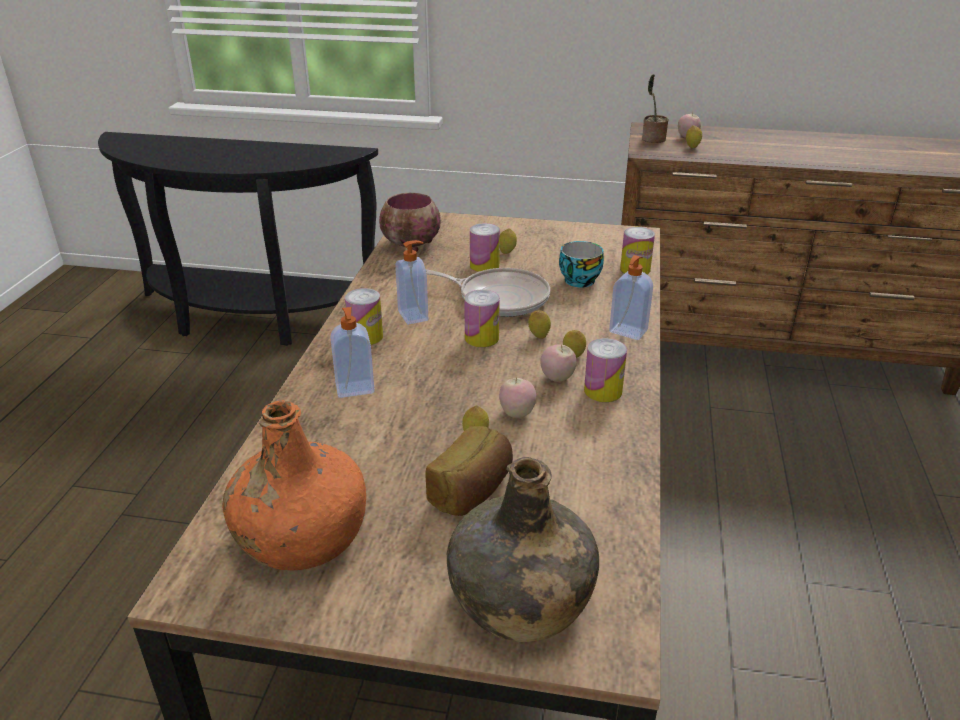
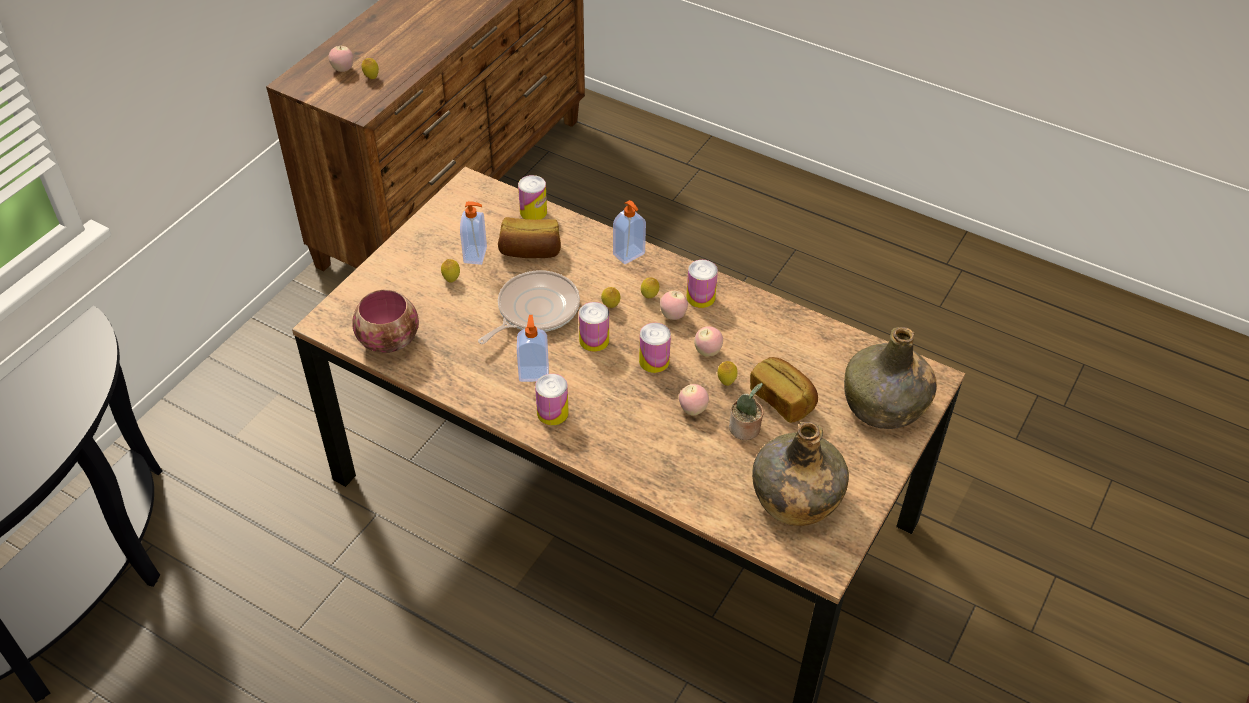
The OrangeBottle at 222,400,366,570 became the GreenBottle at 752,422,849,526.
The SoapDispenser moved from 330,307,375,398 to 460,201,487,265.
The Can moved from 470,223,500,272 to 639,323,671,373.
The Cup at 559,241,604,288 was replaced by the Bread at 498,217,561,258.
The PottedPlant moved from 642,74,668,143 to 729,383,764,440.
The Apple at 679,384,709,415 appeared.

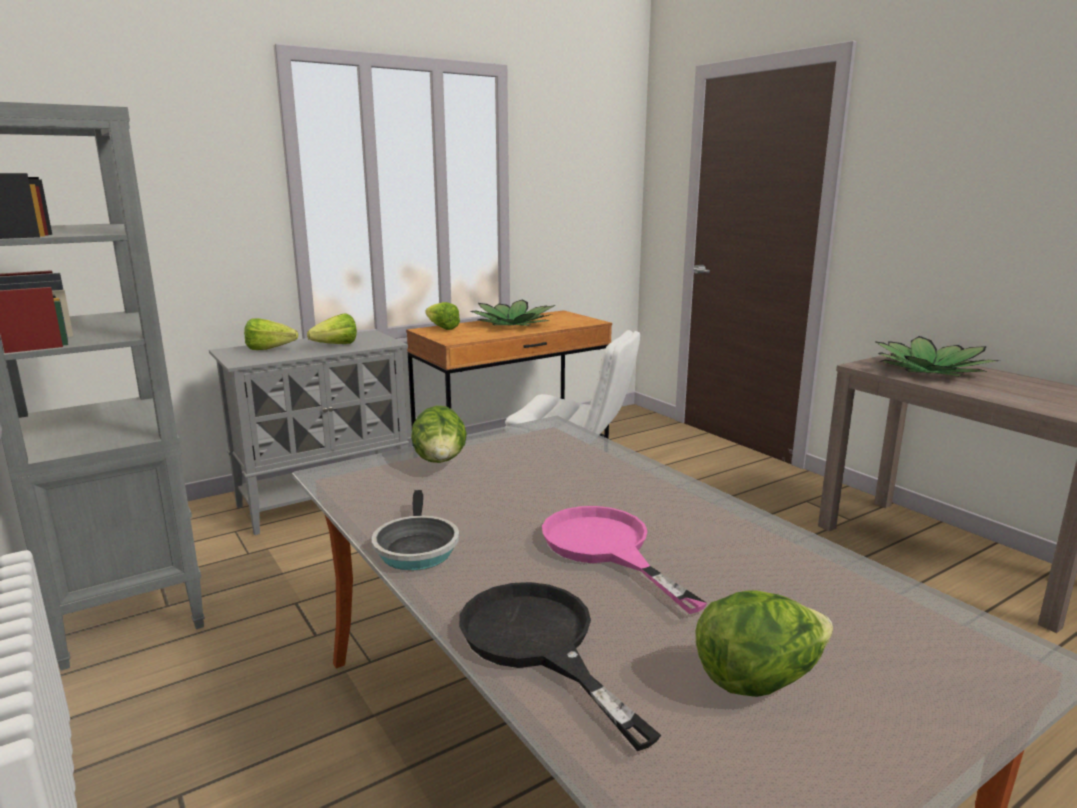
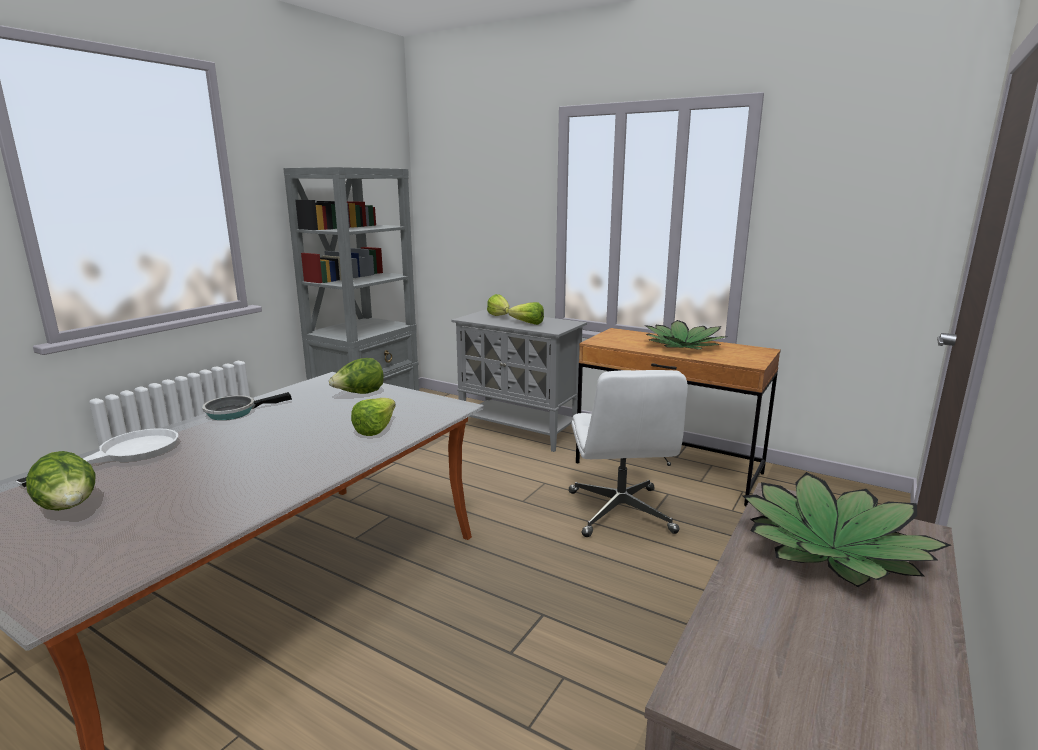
The Lettuce moved from 425,302,460,330 to 351,398,396,436.
The BlackFryingPan at 459,582,661,751 became the WhiteFryingPan at 16,428,178,487.
The PinkFryingPan at 542,506,707,614 disappeared.

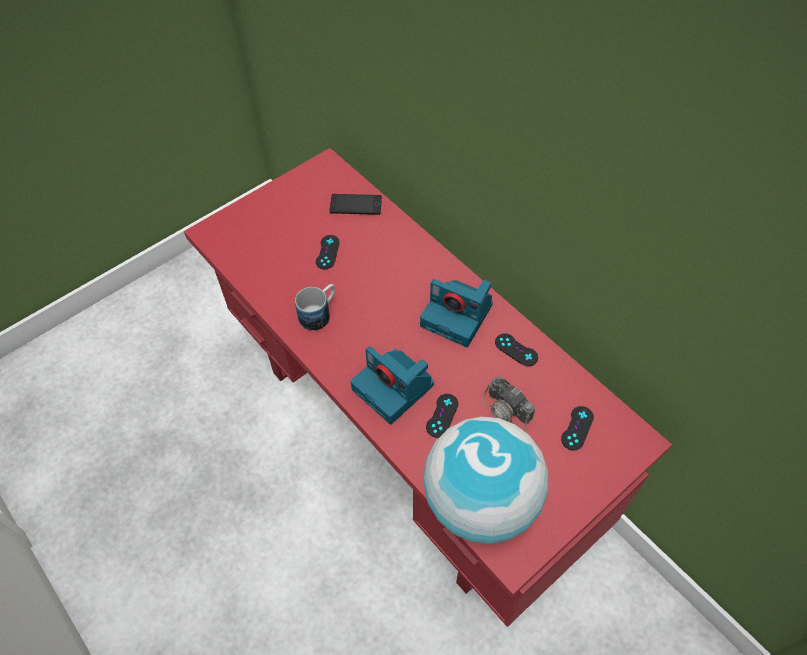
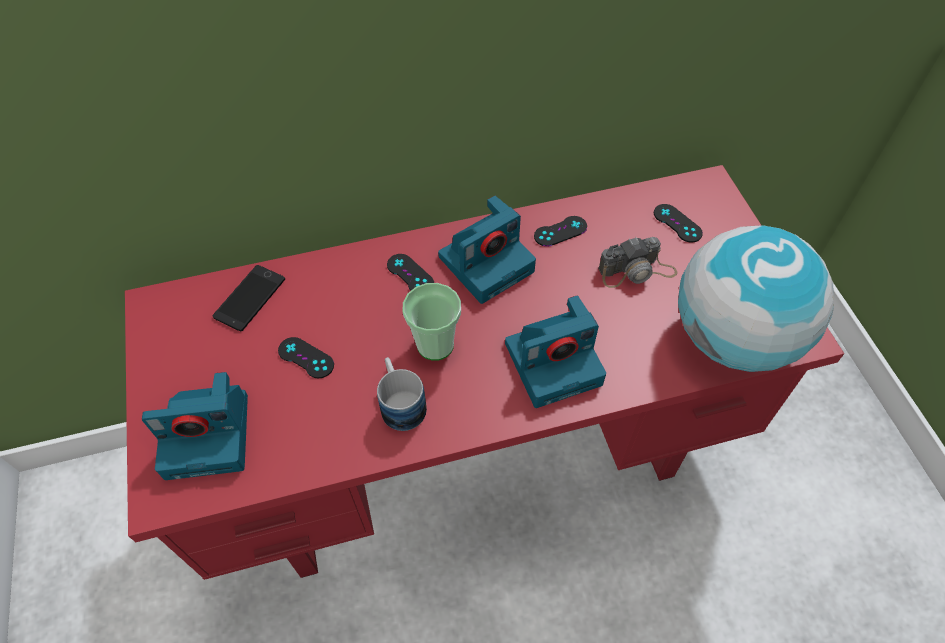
The BlackGameController moved from 426,394,459,438 to 387,254,434,291.
The PhotoCamera at 142,372,248,480 appeared.
The Cup at 402,283,461,361 appeared.

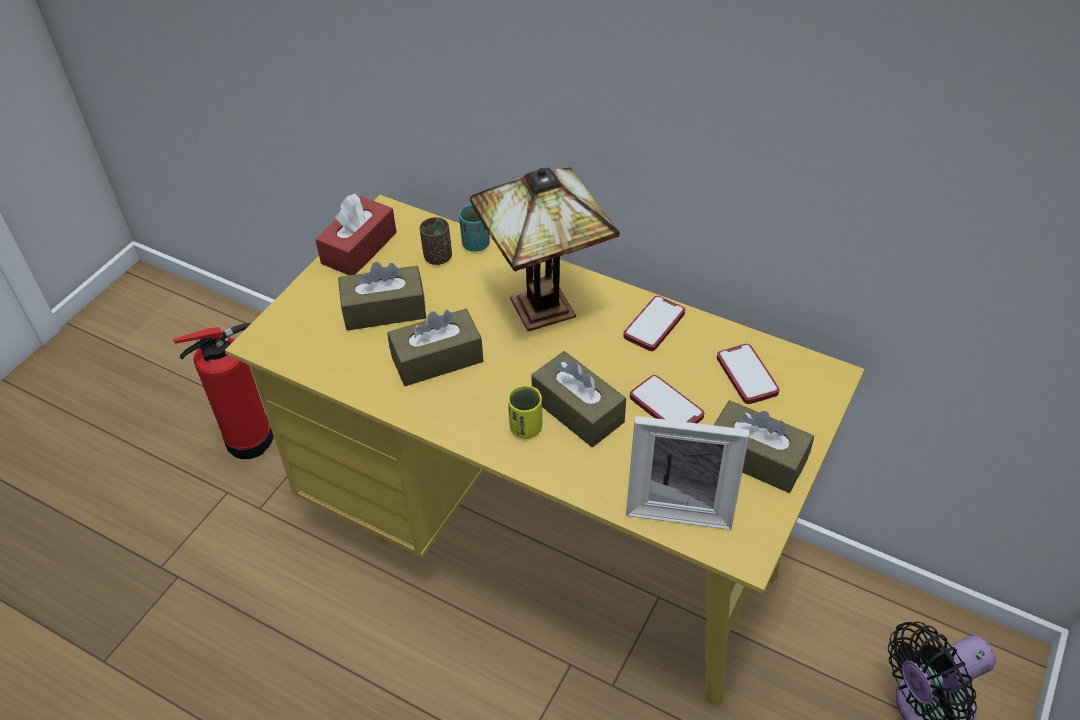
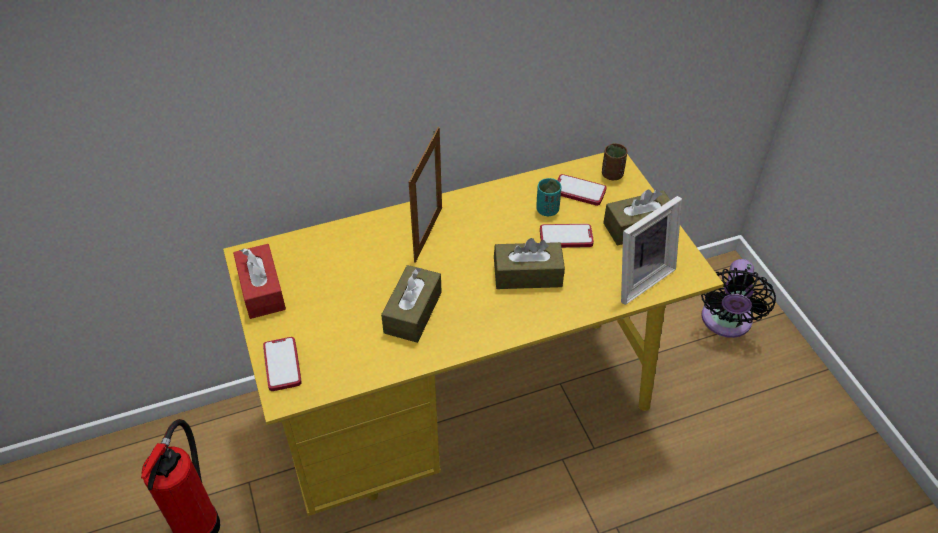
The BrownTissueBox at 338,262,426,331 disappeared.
The BrownCup moved from 420,217,452,265 to 602,143,628,180.
The TurquoiseCup moved from 459,205,490,252 to 536,178,562,216.
The TableLamp at 470,167,620,331 was replaced by the PictureFrame at 409,127,442,263.
The YellowCup at 508,385,542,439 disappeared.
The Phone moved from 623,296,685,351 to 263,337,302,391.

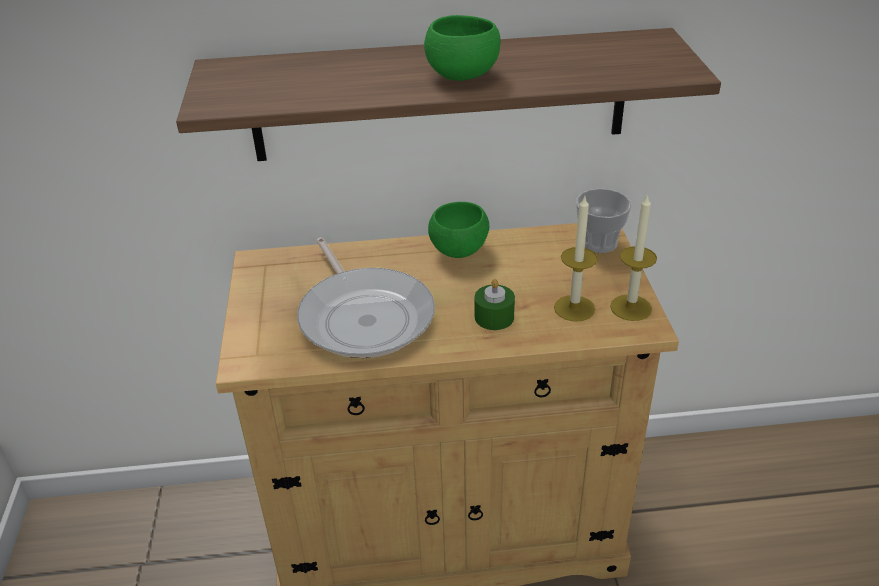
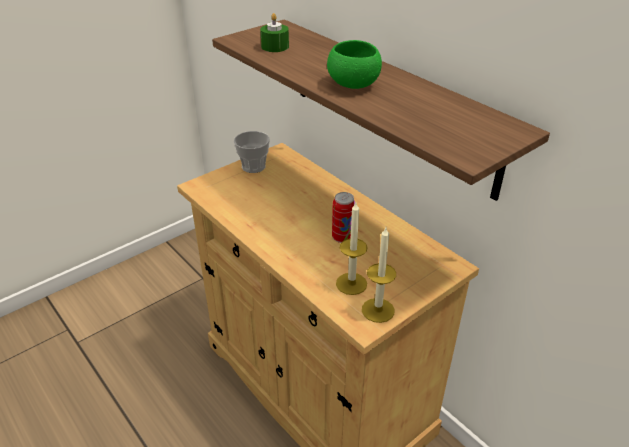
The FryingPan at 297,237,435,358 disappeared.
The GreenBowl at 428,202,489,258 disappeared.
The GreenCandle moved from 475,279,515,330 to 260,13,289,52.
The Cup moved from 576,188,631,253 to 234,131,270,173.
The Can at 332,192,355,243 appeared.

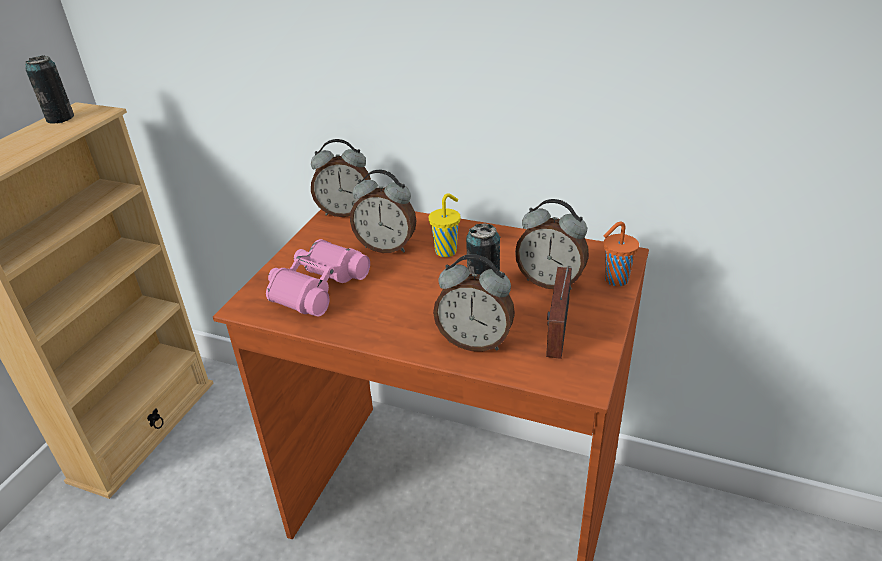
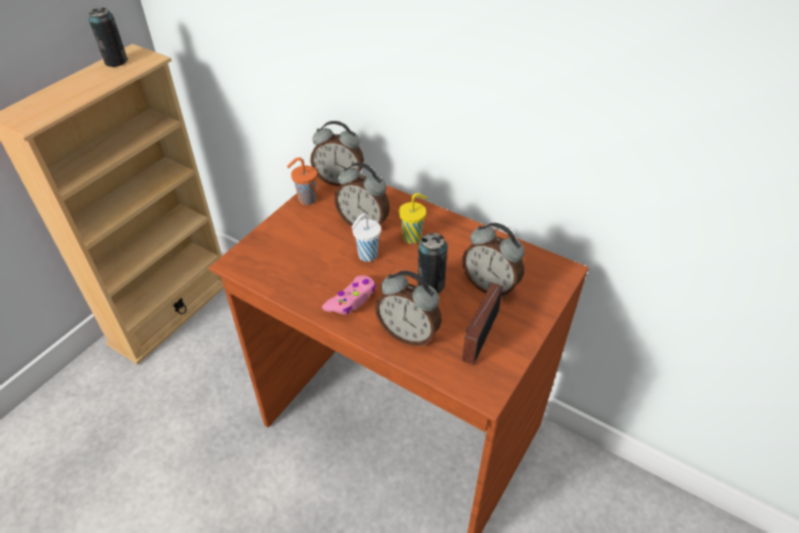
The PinkBinoculars at 266,239,370,317 disappeared.
The OrangeCup moved from 604,222,639,286 to 287,157,317,205.
The PinkGameController at 322,276,376,314 appeared.
The WhiteCup at 351,213,381,262 appeared.

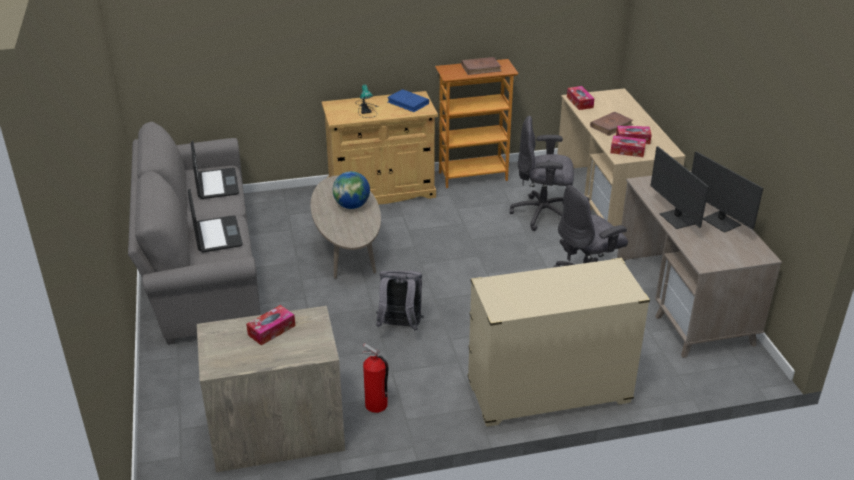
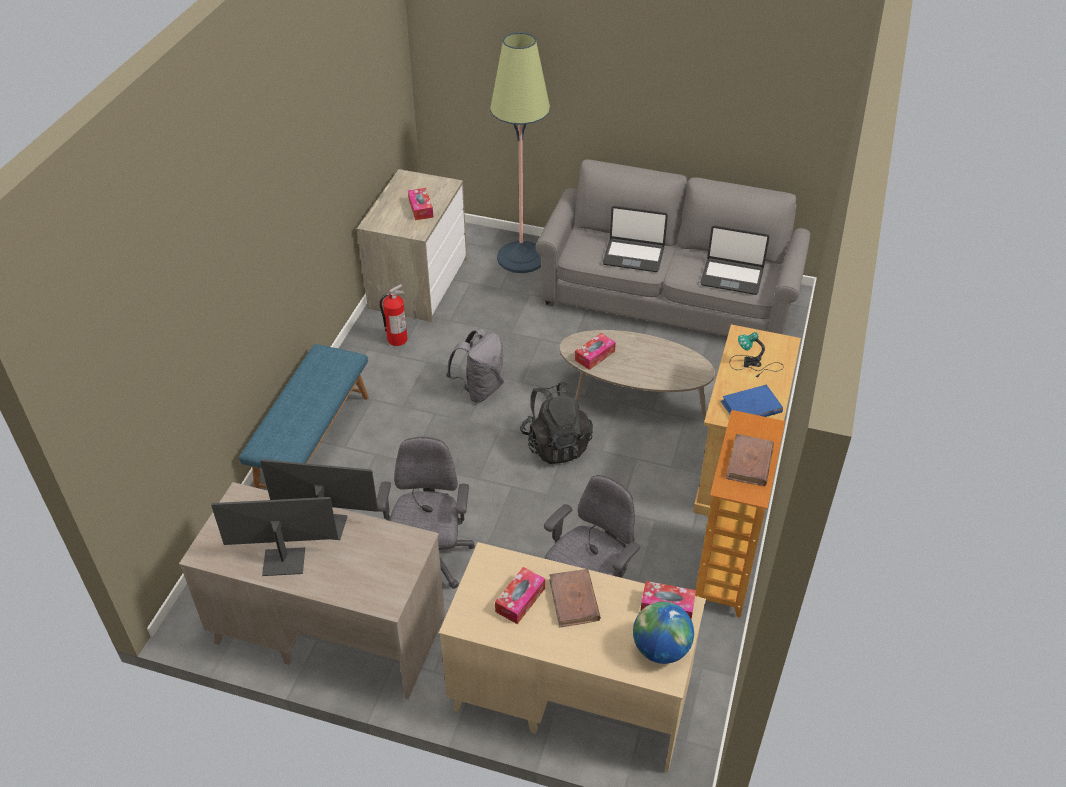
The Globe moved from 333,171,370,209 to 633,601,694,664.
The BeigeDresser at 468,258,650,427 was replaced by the BlueBench at 239,344,369,489.
The TissueBox moved from 610,135,646,157 to 575,333,616,370.
The FloorLamp at 490,32,550,273 appeared.
The BlackBackpack at 520,383,593,464 appeared.

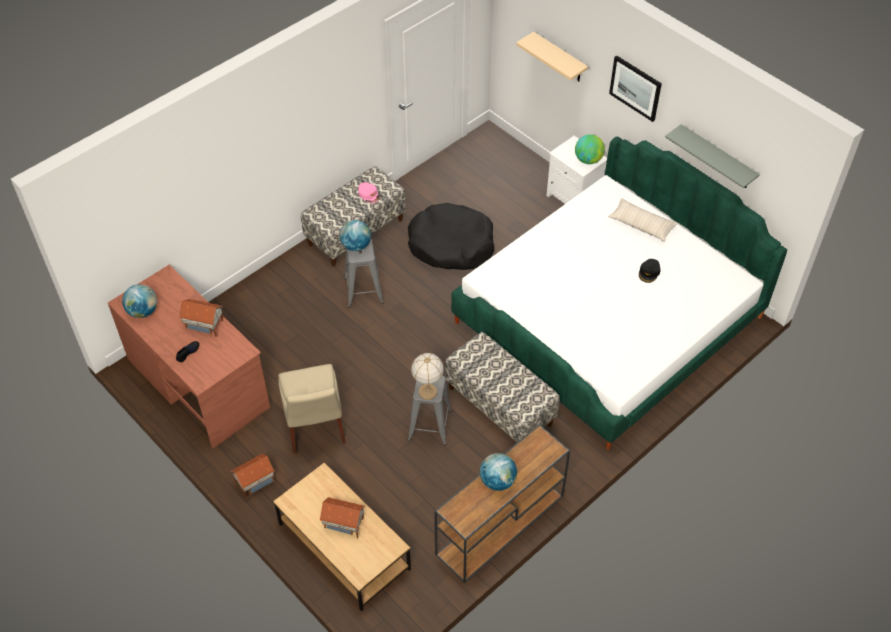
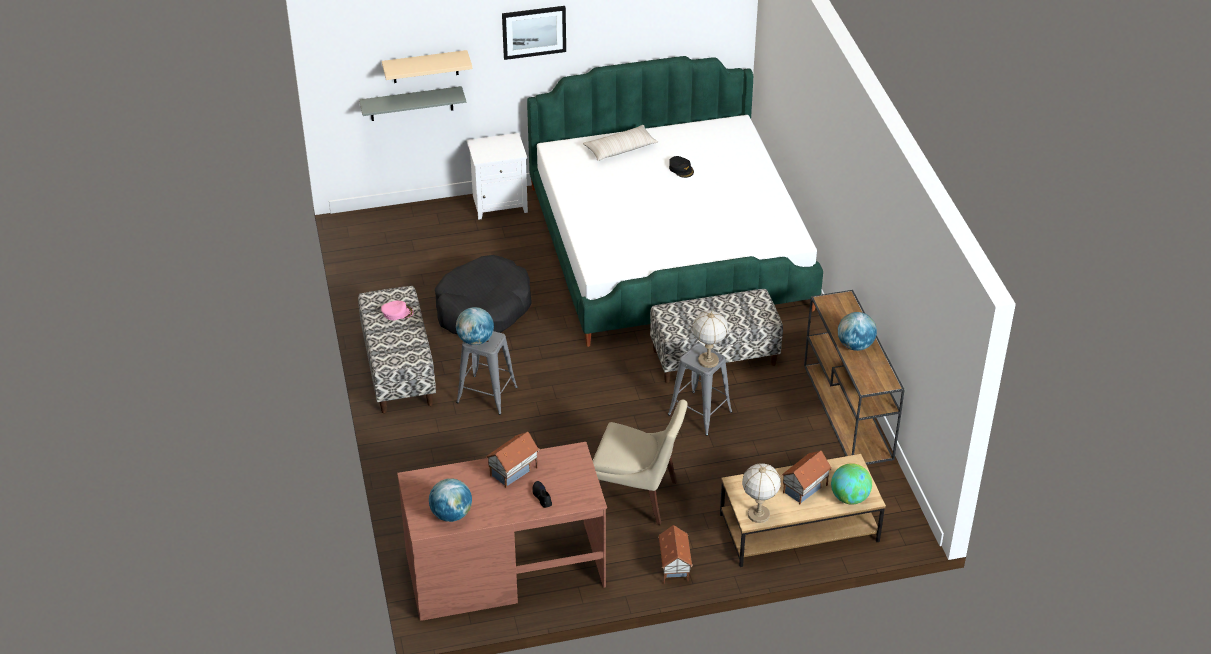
The Globe moved from 575,134,605,164 to 831,463,872,504.
The GreyShelf moved from 665,124,760,188 to 359,86,466,121.
The TableLamp at 742,463,781,523 appeared.

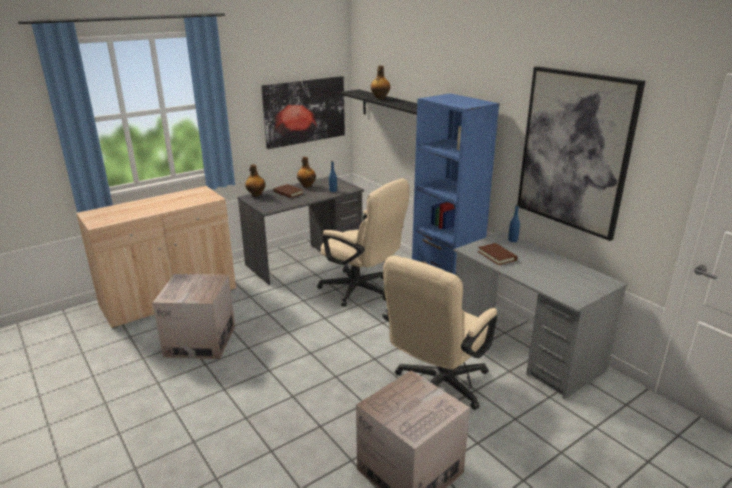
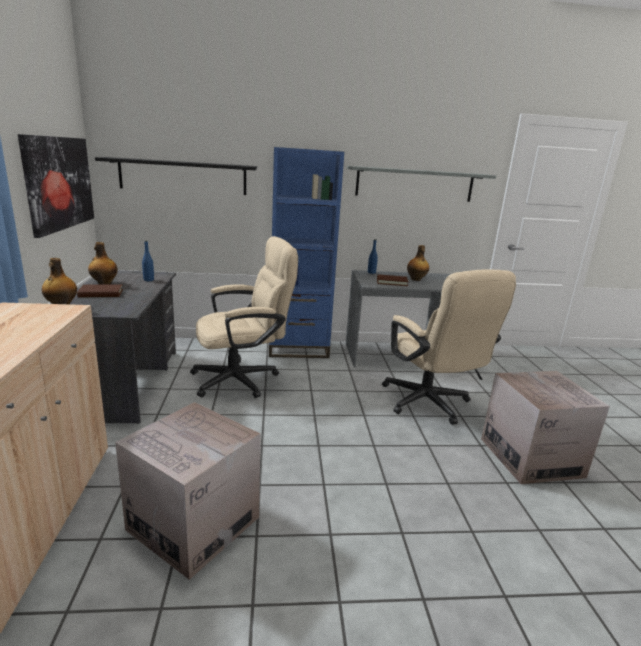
The Bottle moved from 371,66,390,99 to 407,245,429,281.
The Picture at 517,66,645,241 was replaced by the GreyShelf at 347,166,496,202.

